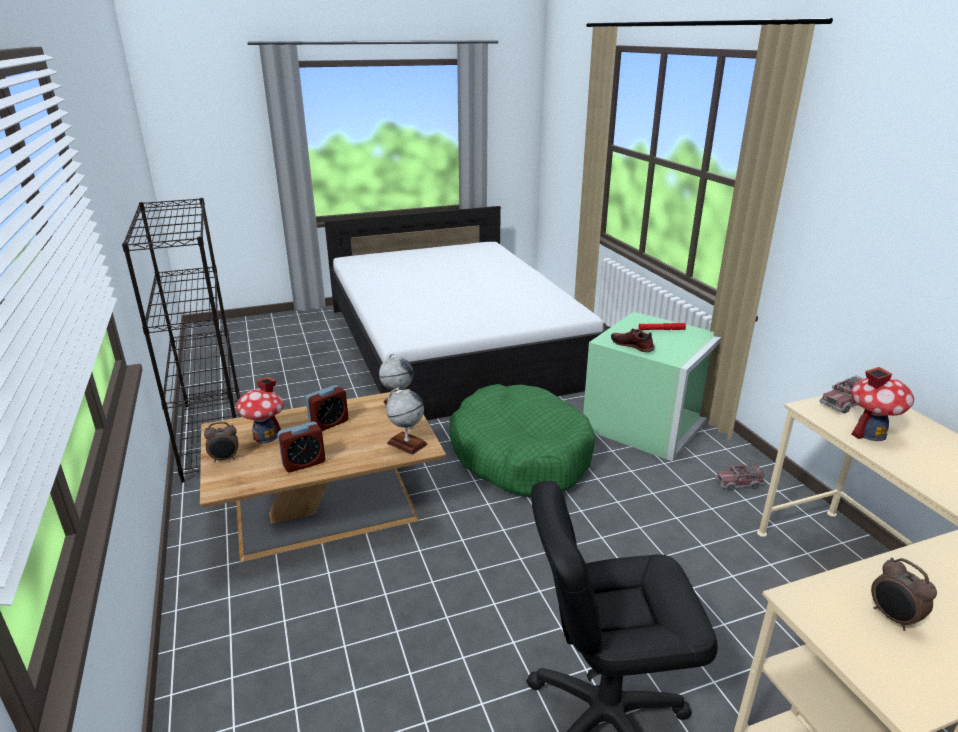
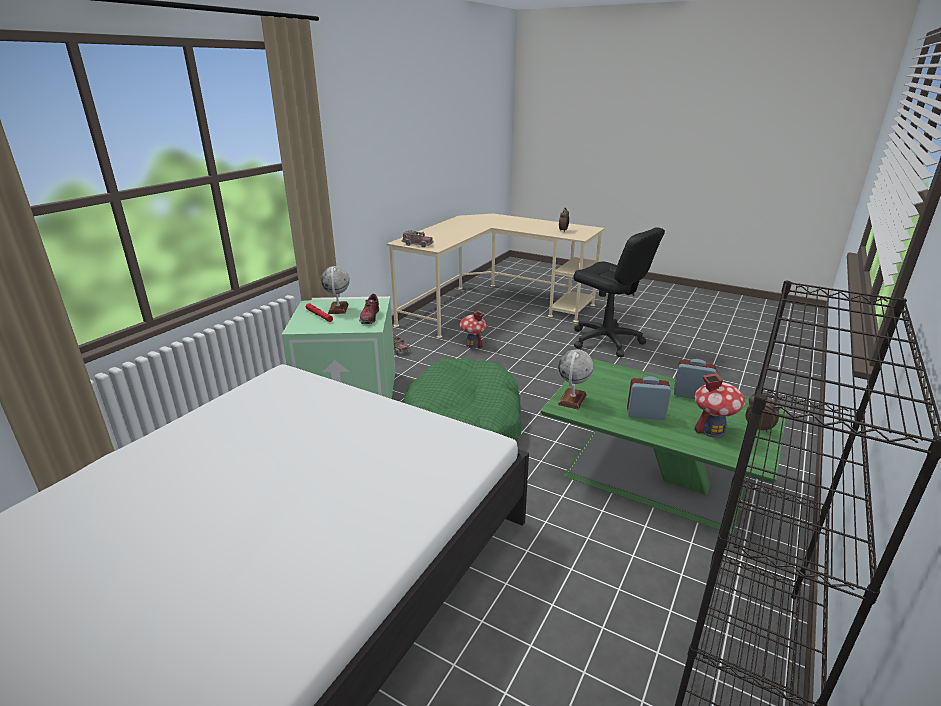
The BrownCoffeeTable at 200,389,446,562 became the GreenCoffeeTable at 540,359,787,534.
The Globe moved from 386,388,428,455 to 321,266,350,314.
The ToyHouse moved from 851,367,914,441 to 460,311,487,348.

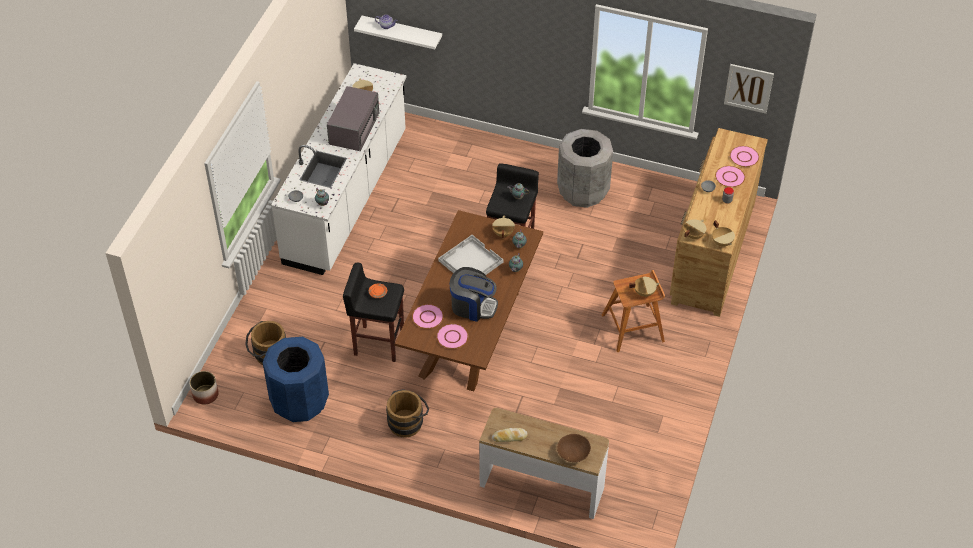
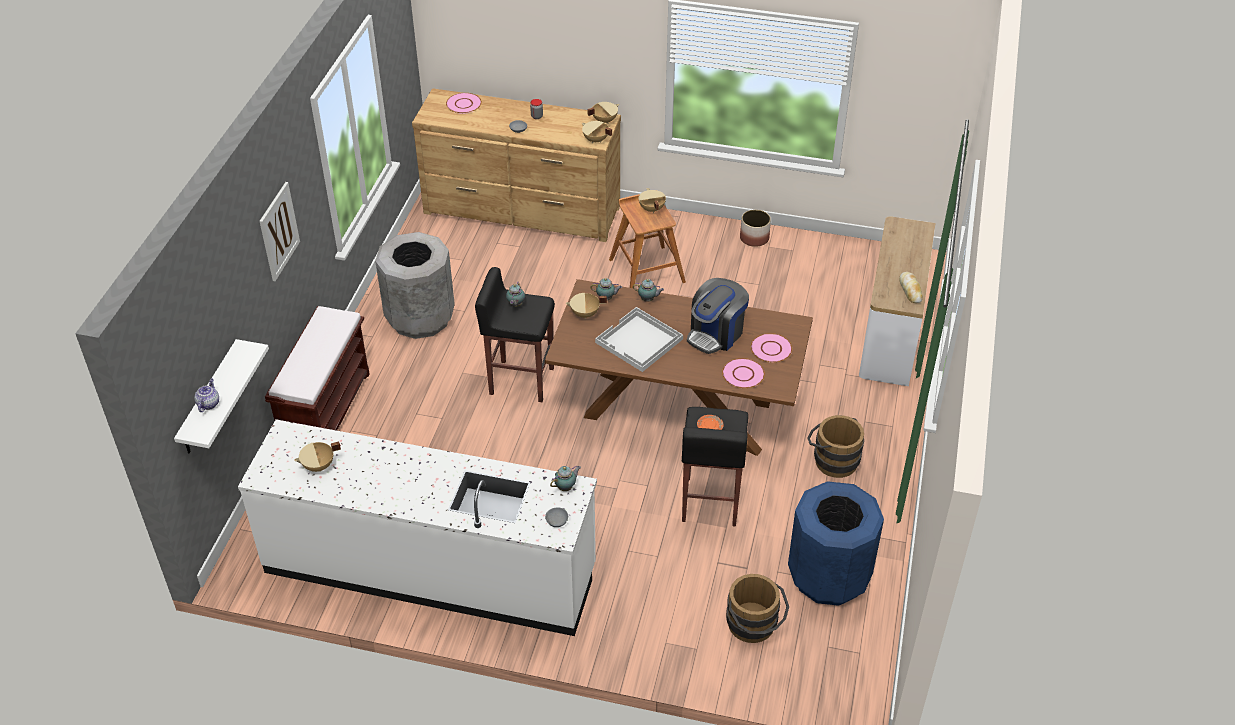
The Planter moved from 190,371,219,405 to 740,209,771,247.
The GreyMicrowave at 327,86,379,151 disappeared.
The CoffeeMachine at 450,267,498,322 turned 150 degrees counterclockwise.
The BrownBowl at 557,434,591,462 disappeared.
The PinkPlate at 715,166,745,187 disappeared.
The Picture moved from 724,64,774,114 to 259,182,300,281.
The BrownBench at 265,306,369,431 appeared.

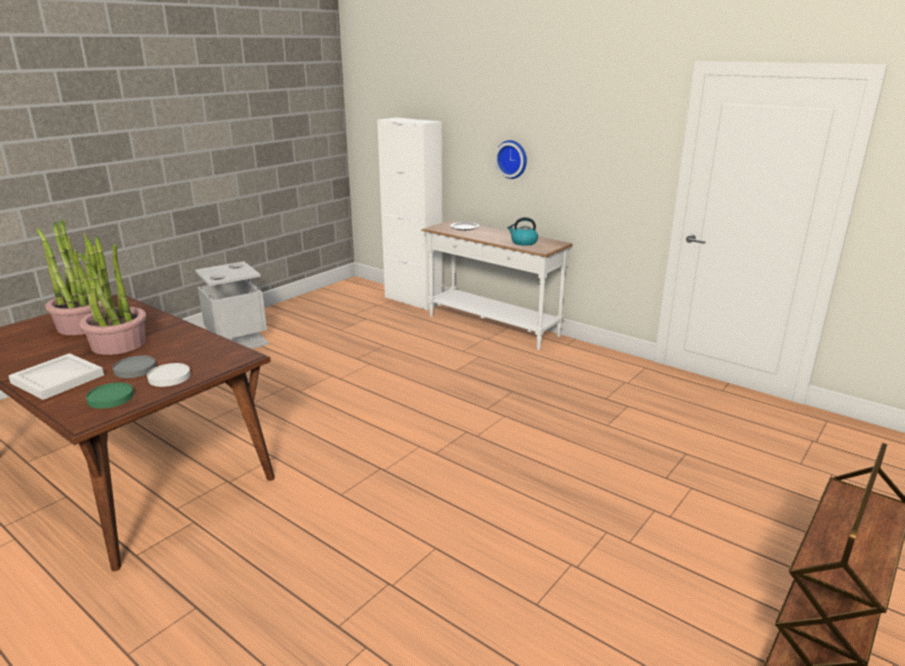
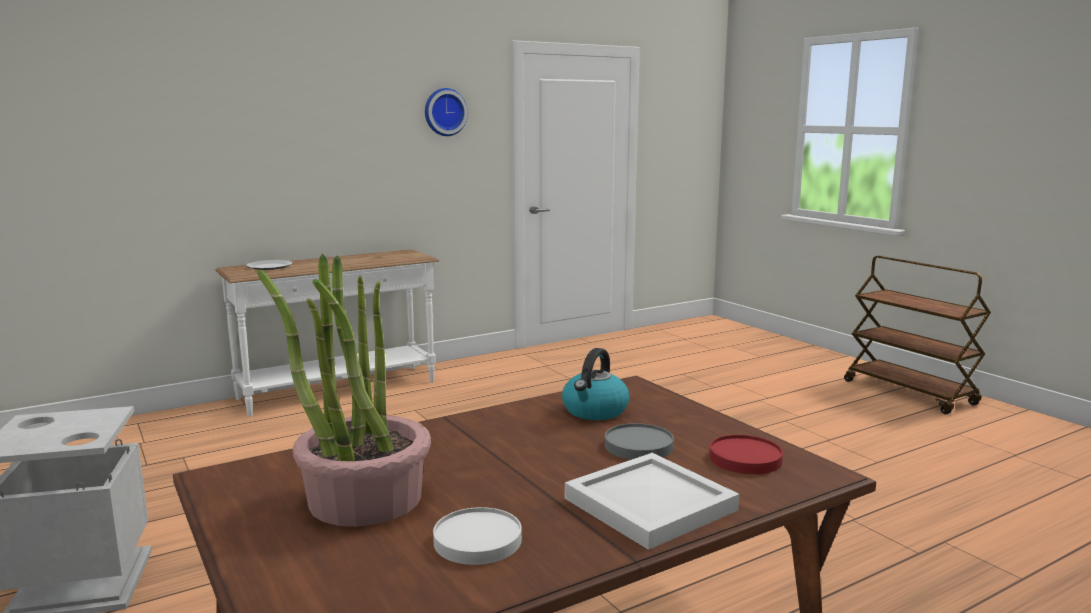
The PottedPlant at 74,236,146,355 disappeared.
The GreenPlate at 86,382,134,409 became the RedPlate at 709,435,783,474.
The WhitePlate moved from 147,363,191,387 to 433,507,522,565.
The WhiteCabinet at 377,117,443,310 disappeared.
The WallClock moved from 495,140,527,179 to 425,88,468,136.
The Kettle moved from 507,217,538,246 to 562,348,629,420.

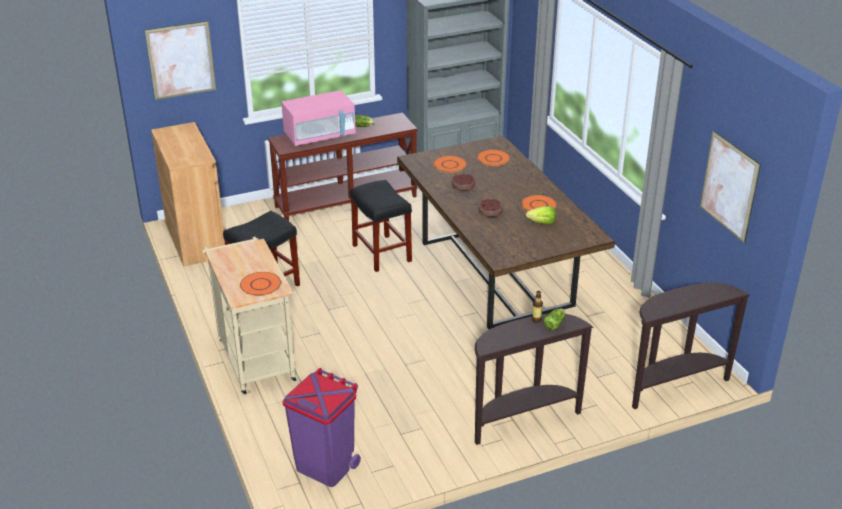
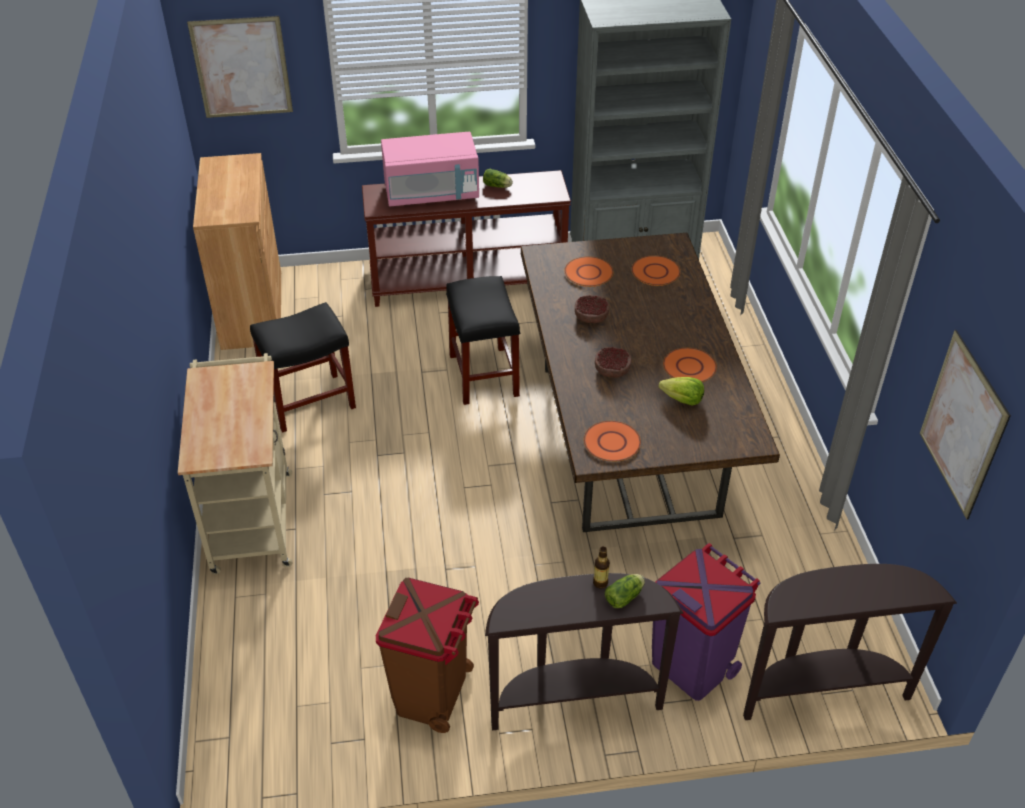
The OrangePlate moved from 240,272,281,296 to 584,421,641,462.
The PurpleTrashCan moved from 283,368,361,487 to 652,543,760,701.
The BrownTrashCan at 376,578,479,733 appeared.

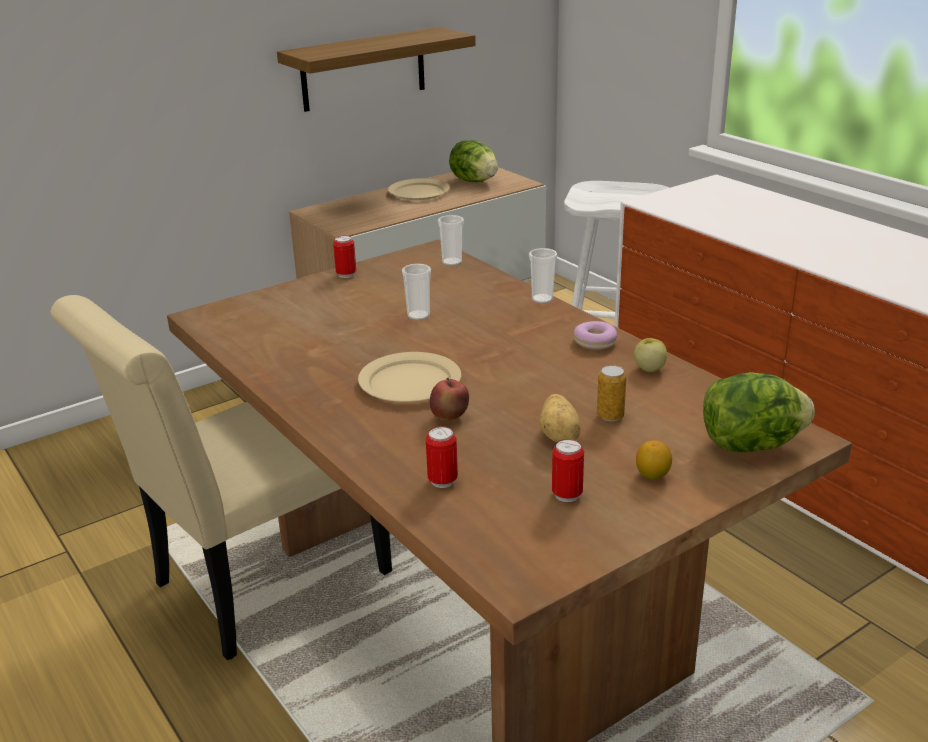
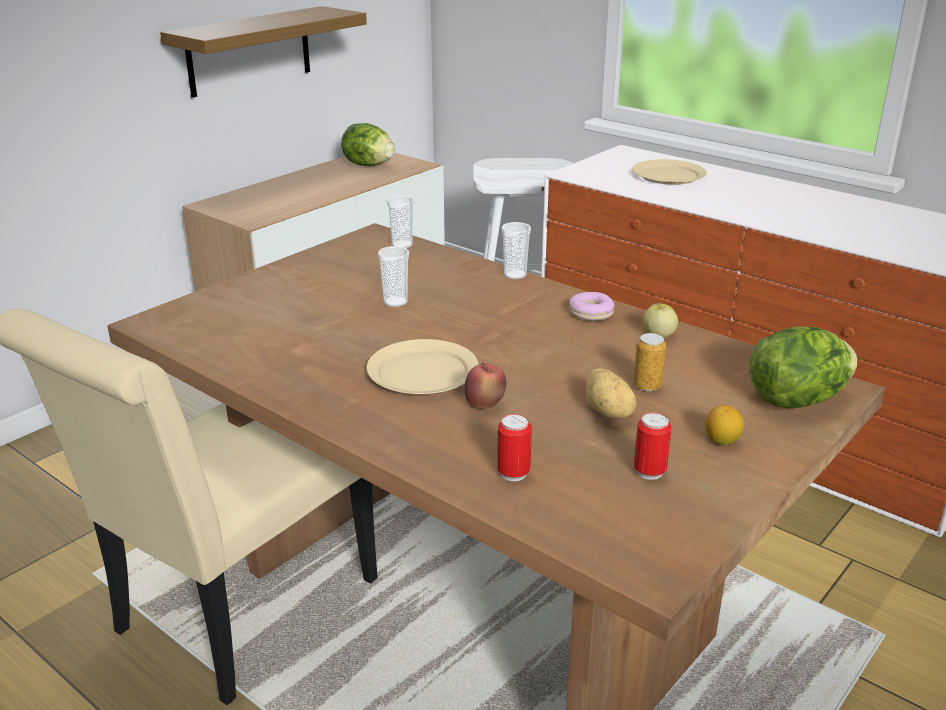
The Can at 333,235,356,278 disappeared.
The BeigePlate moved from 388,178,450,200 to 632,159,707,185.

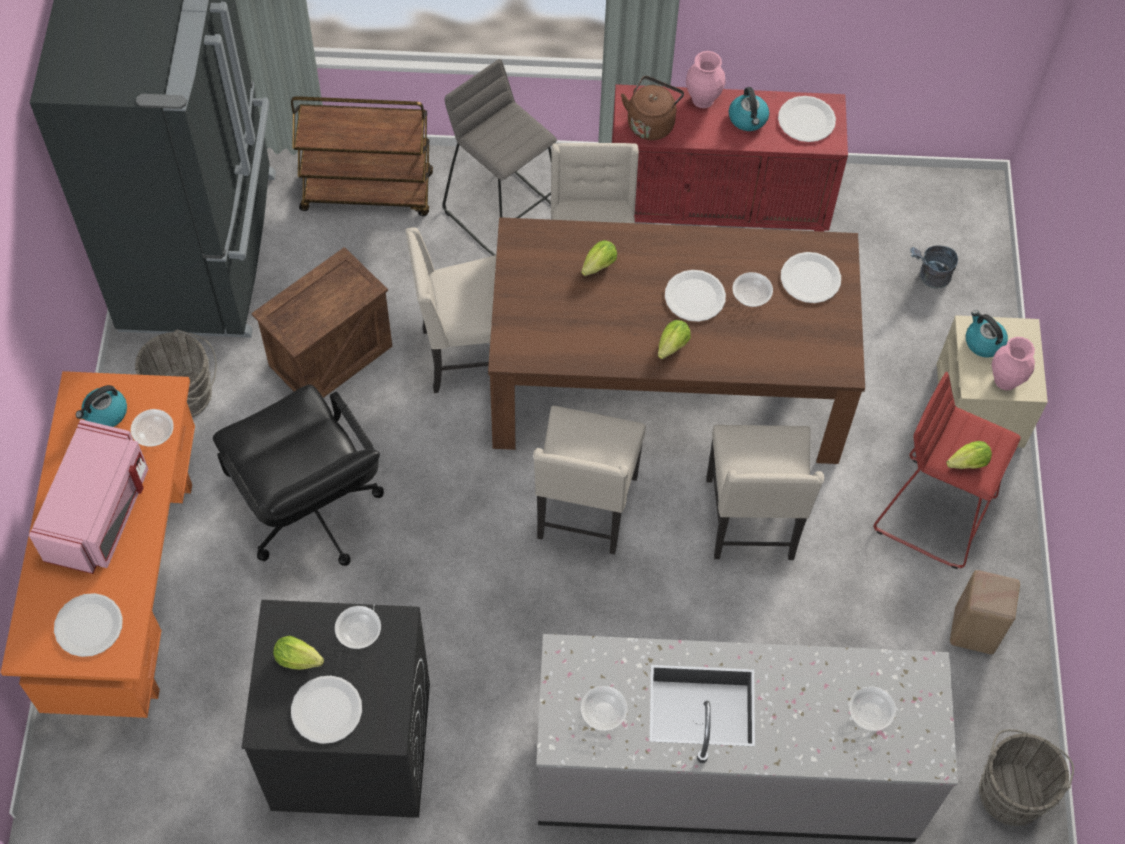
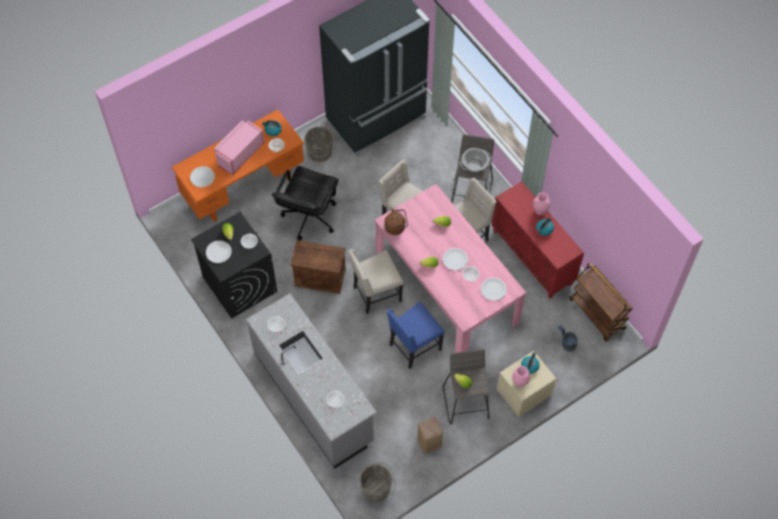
The PinkMicrowave at 29,419,148,574 turned 150 degrees clockwise.
The Crate moved from 251,247,392,398 to 290,240,346,294.
The BrownCart moved from 291,96,433,216 to 569,263,633,341.
The BrownDiningTable at 488,217,865,464 became the PinkDiningTable at 375,184,527,353.
The BrownKettle moved from 621,76,684,140 to 384,208,408,235.
The BeigeChair at 706,425,824,560 became the BlueChair at 387,302,444,369.
The WhitePlate at 778,96,836,142 disappeared.
The RedStool at 874,372,1021,569 became the GreyStool at 443,349,490,424.
The CookingPot at 459,148,492,172 appeared.

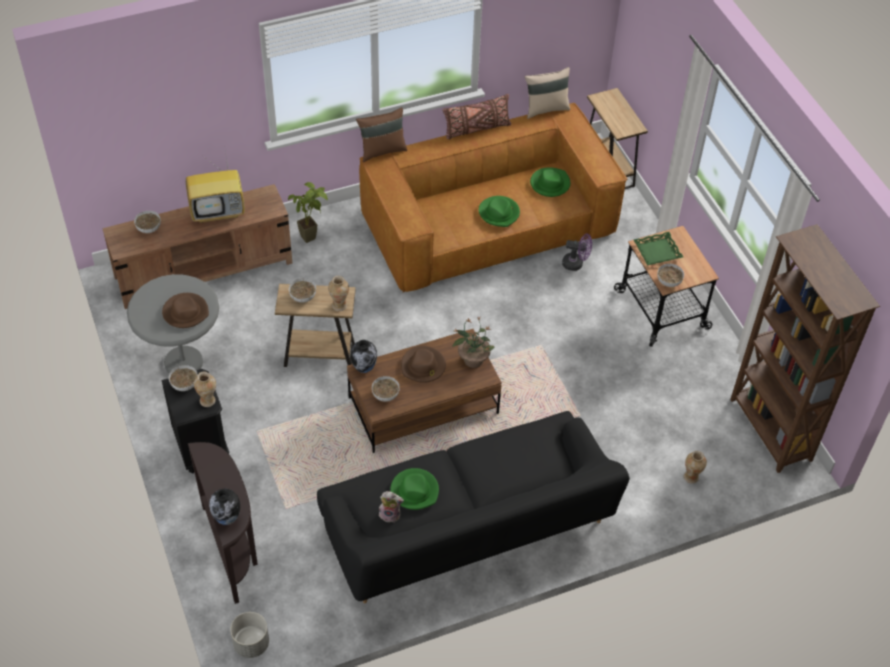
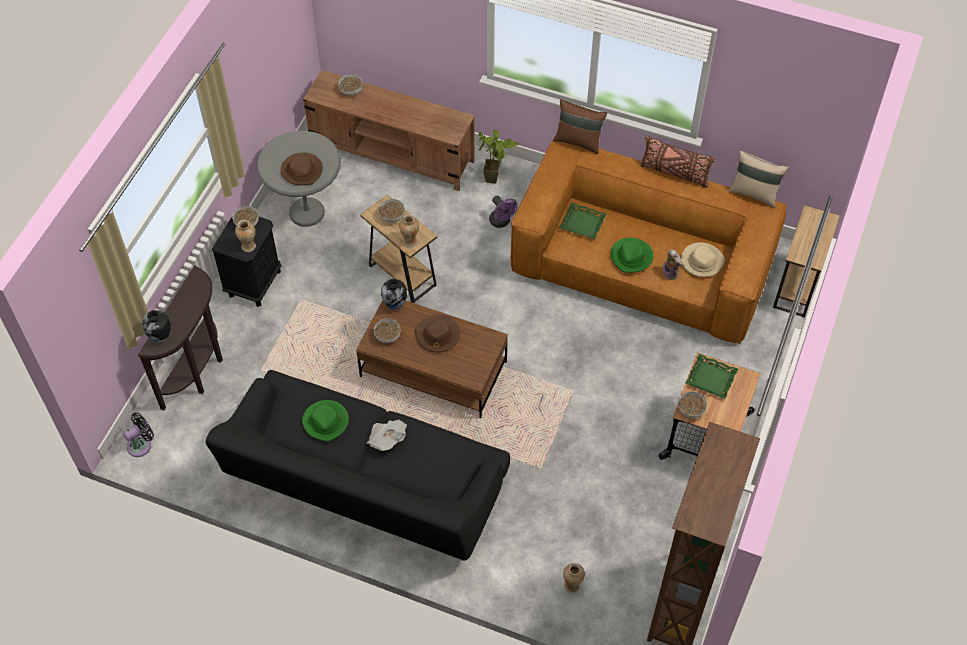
The Television at 186,150,245,223 disappeared.
The GreyPlanter at 230,612,269,658 was replaced by the BlackFan at 123,412,154,457.
The PlushToy moved from 379,491,404,523 to 662,249,682,280.
The PottedPlant at 453,317,495,368 disappeared.
The GreenHat at 530,167,571,197 became the BeigeHat at 681,242,725,277.
The PurpleFan moved from 562,234,592,271 to 489,195,518,228.
The Newspaper at 367,420,407,451 appeared.
The GreenTray at 559,202,607,239 appeared.

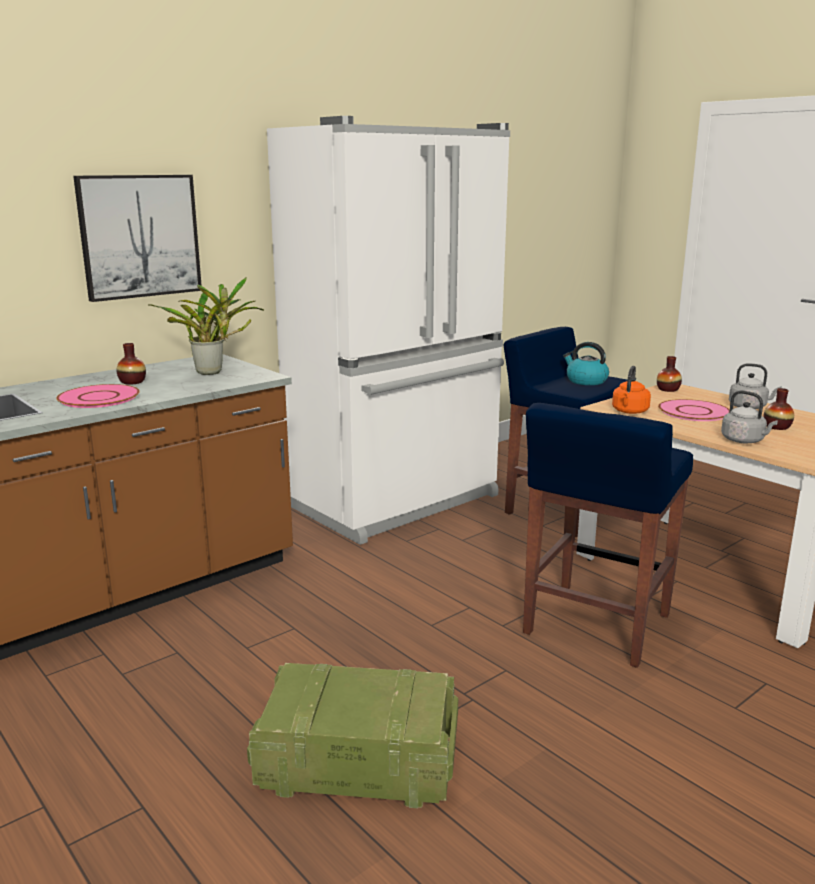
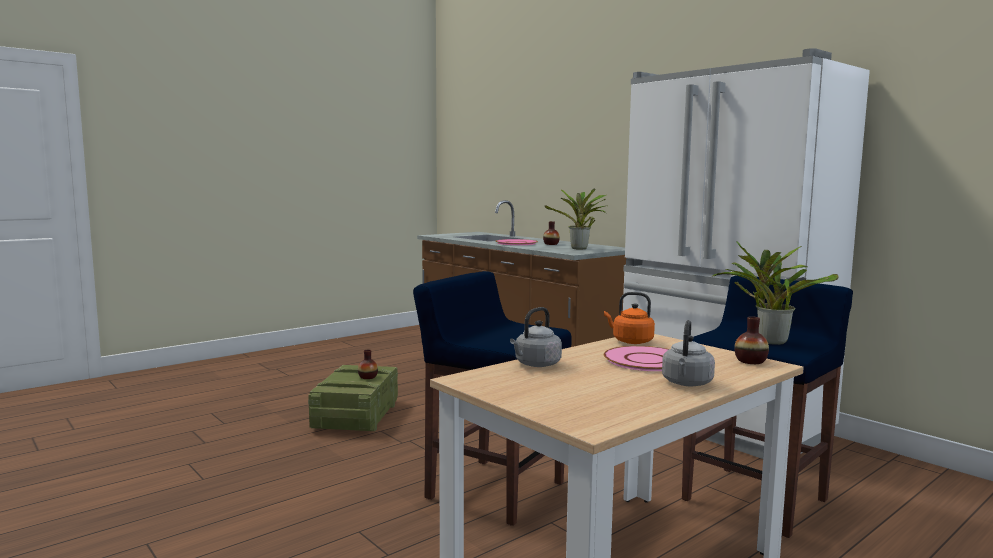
The Picture at 73,175,202,302 disappeared.
The Kettle at 563,342,609,385 was replaced by the PottedPlant at 712,241,839,345.
The Vase moved from 764,388,794,430 to 358,349,378,379.

